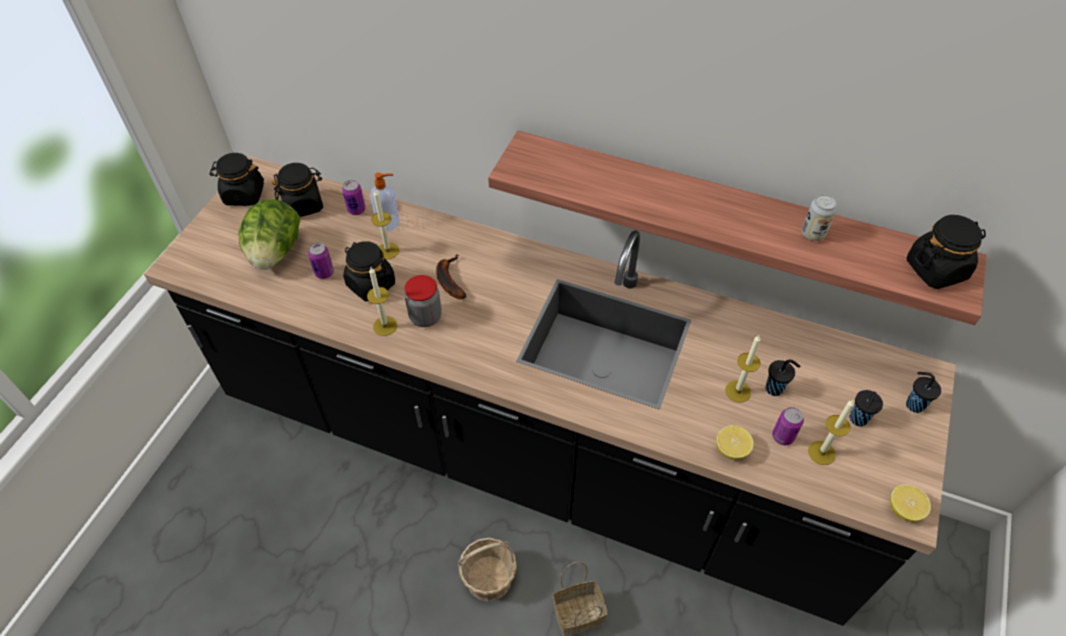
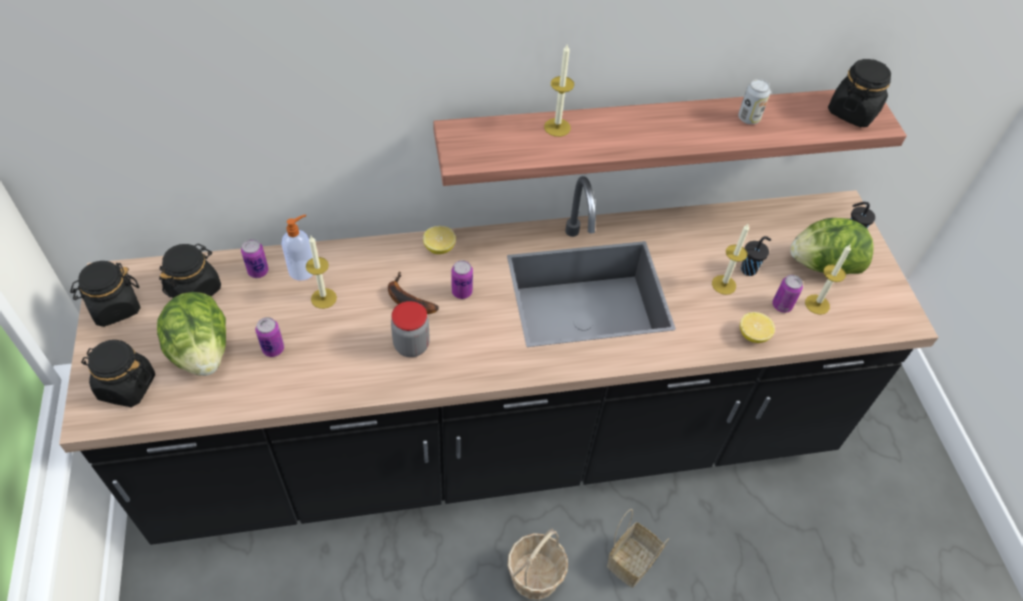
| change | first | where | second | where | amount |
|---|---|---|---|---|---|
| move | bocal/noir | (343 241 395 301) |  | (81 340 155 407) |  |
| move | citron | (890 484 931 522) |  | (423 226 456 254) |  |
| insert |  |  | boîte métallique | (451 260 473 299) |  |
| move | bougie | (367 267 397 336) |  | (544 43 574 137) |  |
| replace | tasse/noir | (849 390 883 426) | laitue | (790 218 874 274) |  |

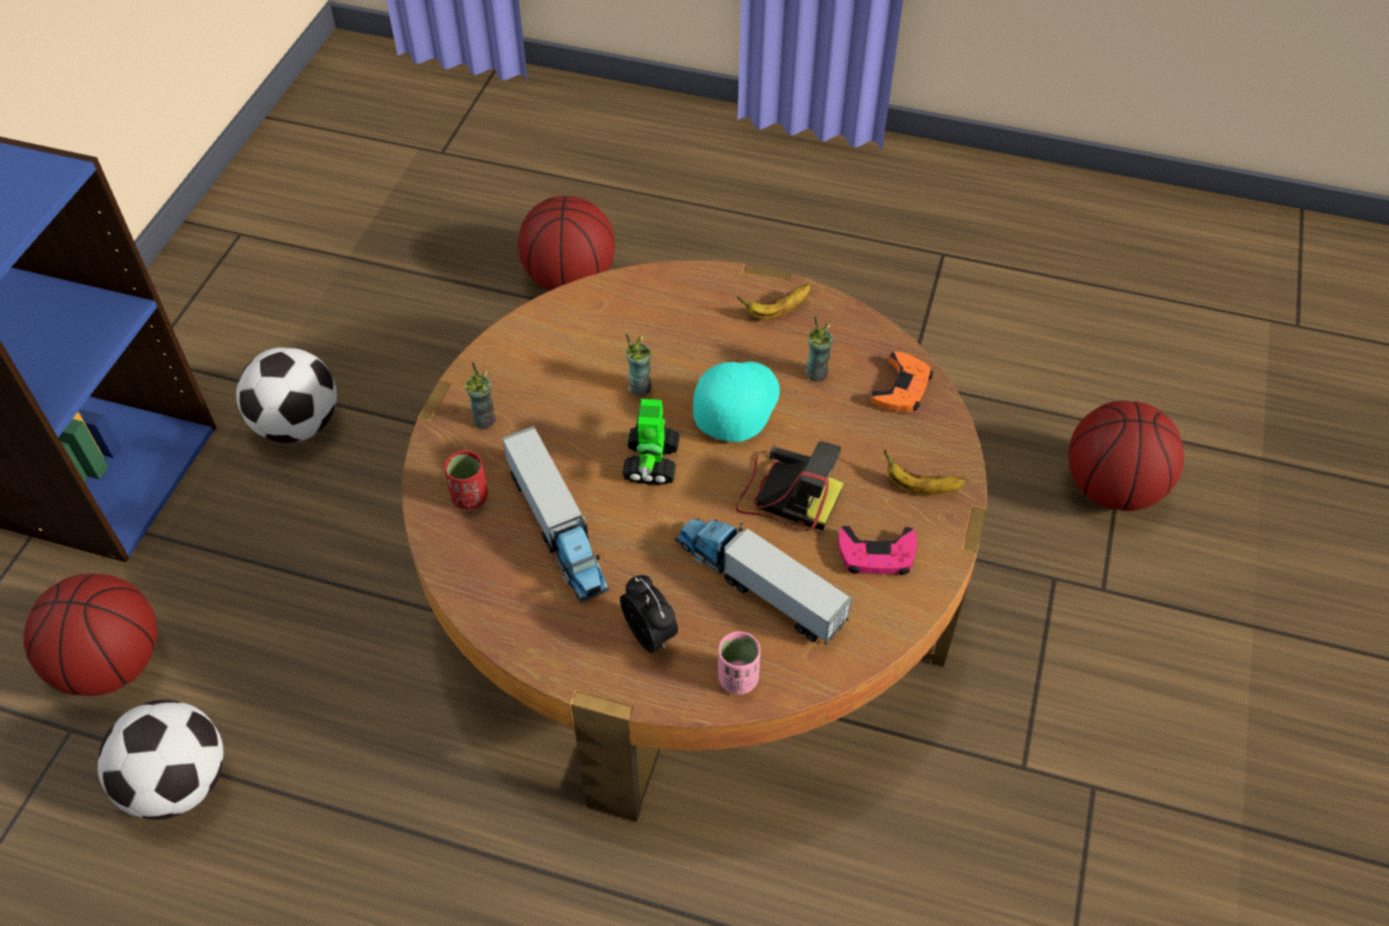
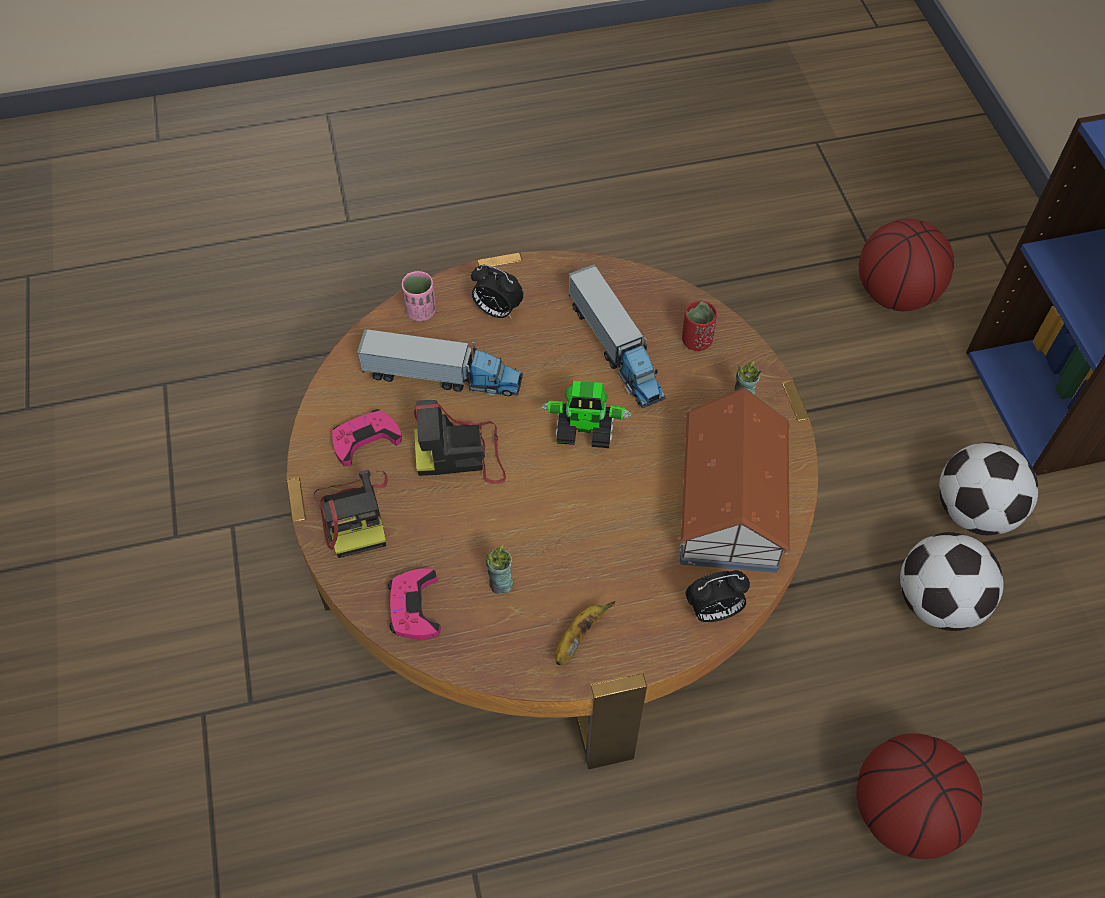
| change | first | where | second | where | amount |
|---|---|---|---|---|---|
| replace | banane | (884 450 967 494) | appareil photo | (314 470 388 558) |  |
| recolor | manette/orange | (871 352 933 412) | manette/rose | (388 568 441 639) |  |
| rotate | robot jouet | (622 399 680 485) |  | (541 381 632 448) | 120 degrees clockwise |
| rotate | camion jouet | (502 426 610 603) |  | (569 264 666 408) | 150 degrees counterclockwise |
| insert |  |  | maison miniature | (678 387 792 573) |  |
| insert |  |  | réveil | (685 570 750 622) |  |
| move | ballon de foot | (98 700 223 820) |  | (900 532 1004 631) |  |
| delete | tasse | (626 334 651 396) |  |  |  |
| delete | casquette/turquoise | (693 361 780 442) |  |  |  |
| delete | ballon de basket | (1069 401 1184 511) |  |  |  |

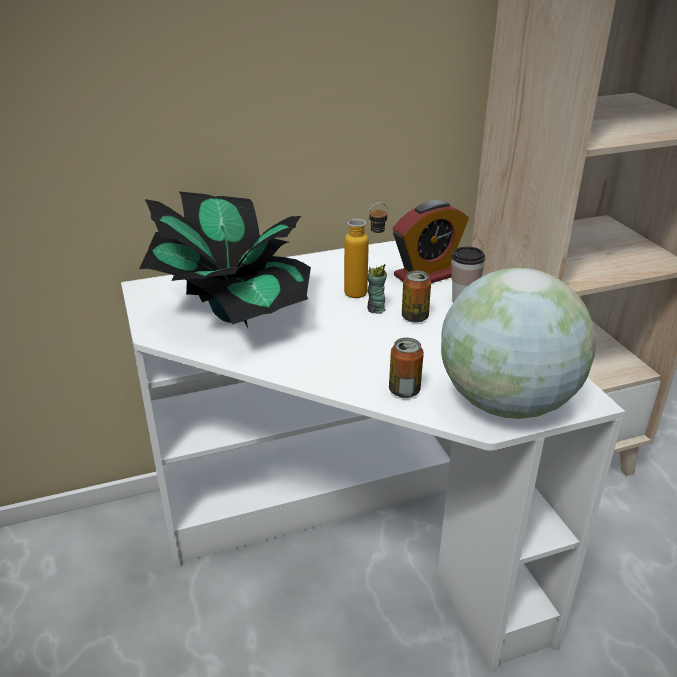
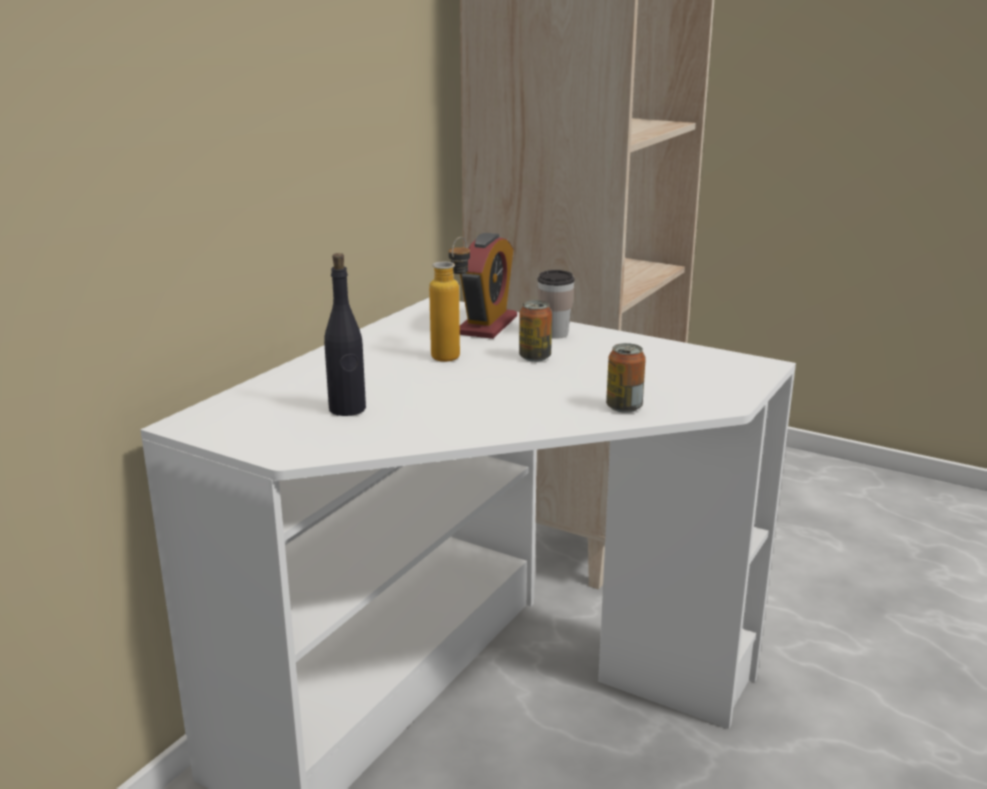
| change | first | where | second | where | amount |
|---|---|---|---|---|---|
| replace | plante en pot | (139 191 311 328) | bouteille/noir | (324 253 366 416) |  |
| delete | tasse | (367 264 387 314) |  |  |  |
| delete | globe | (441 268 596 419) |  |  |  |

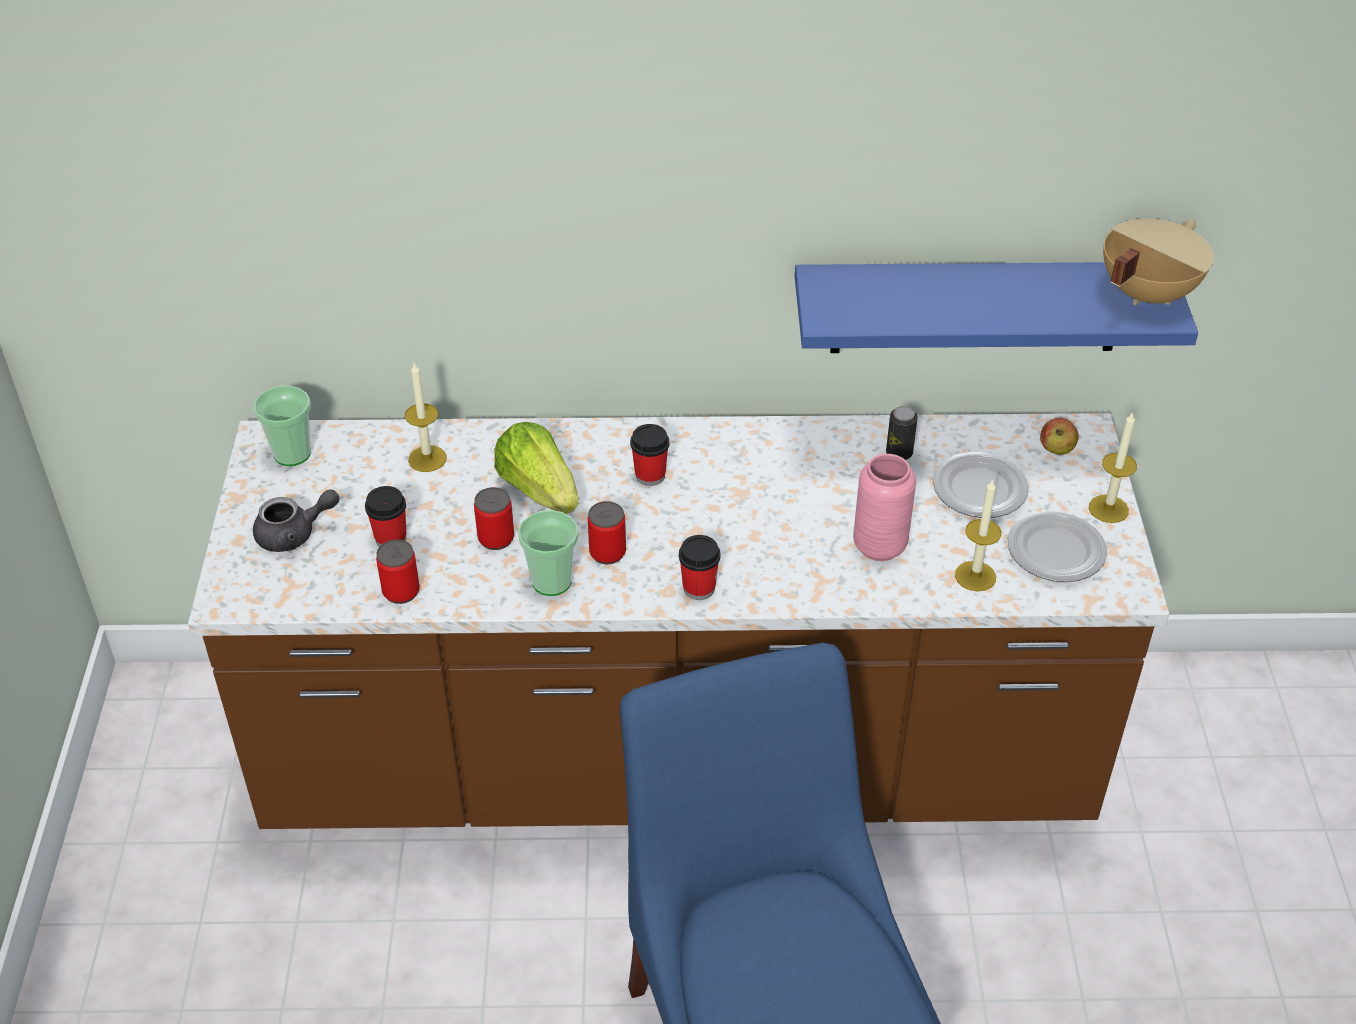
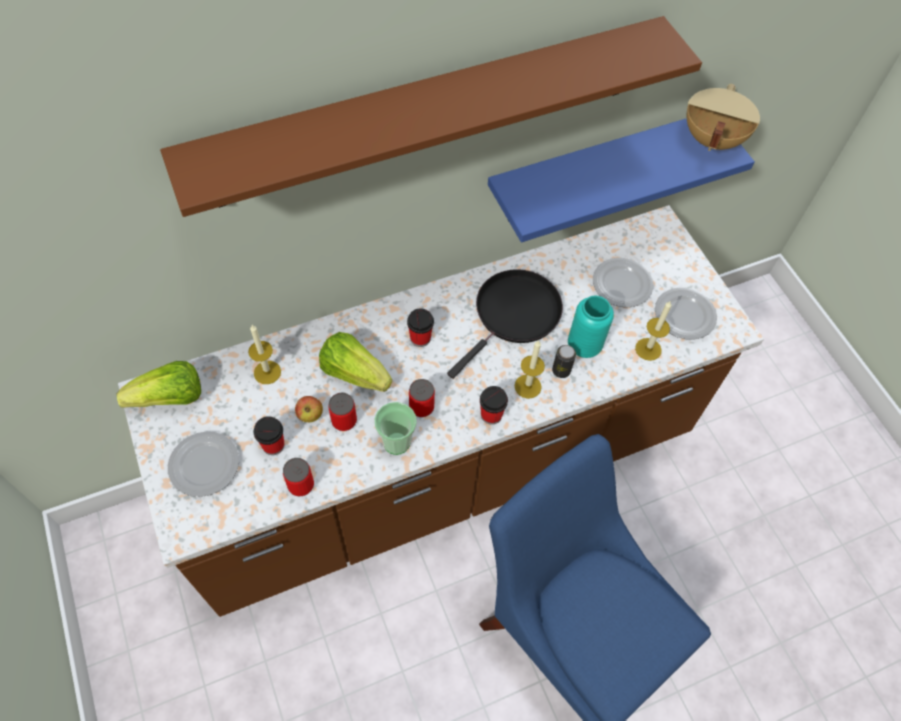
| change | first | where | second | where | amount |
|---|---|---|---|---|---|
| replace | tasse | (253 386 311 466) | laitue | (117 361 201 408) |  |
| insert |  |  | étagère/marron | (160 16 702 217) |  |
| replace | théière/gris | (253 489 340 552) | assiette | (168 431 239 497) |  |
| move | pomme | (1040 418 1079 455) |  | (295 396 323 422) |  |
| insert |  |  | poêle/noir | (447 269 563 379) |  |
| move | bougie | (1089 412 1137 523) |  | (515 340 545 399) |  |
| move | boîte métallique | (886 406 918 460) |  | (552 345 576 378) |  |
| recolor | vase/rose | (853 454 916 561) | vase/turquoise | (568 296 614 358) |  |

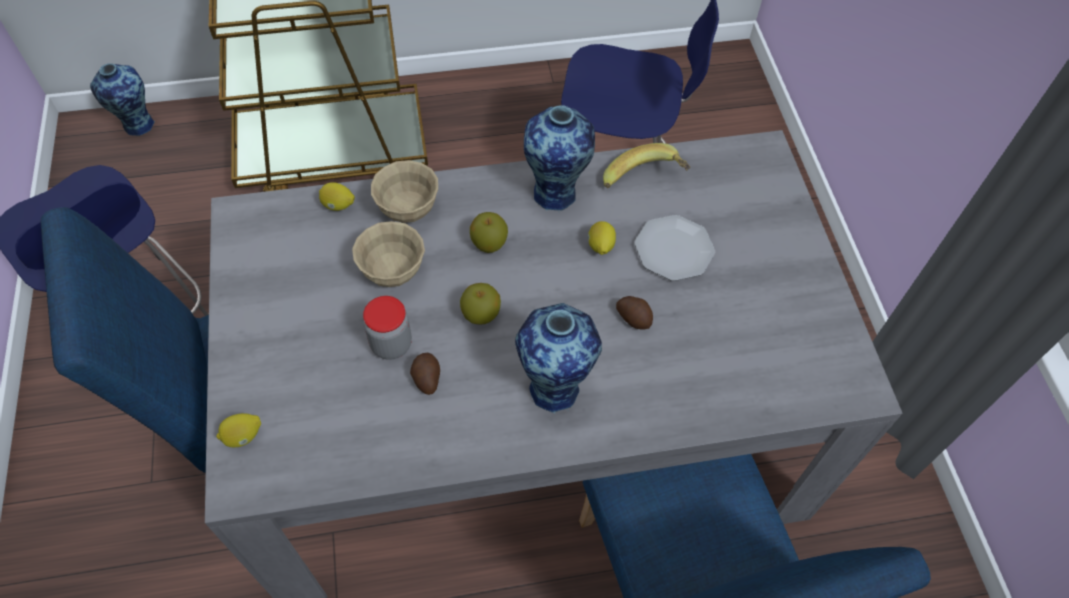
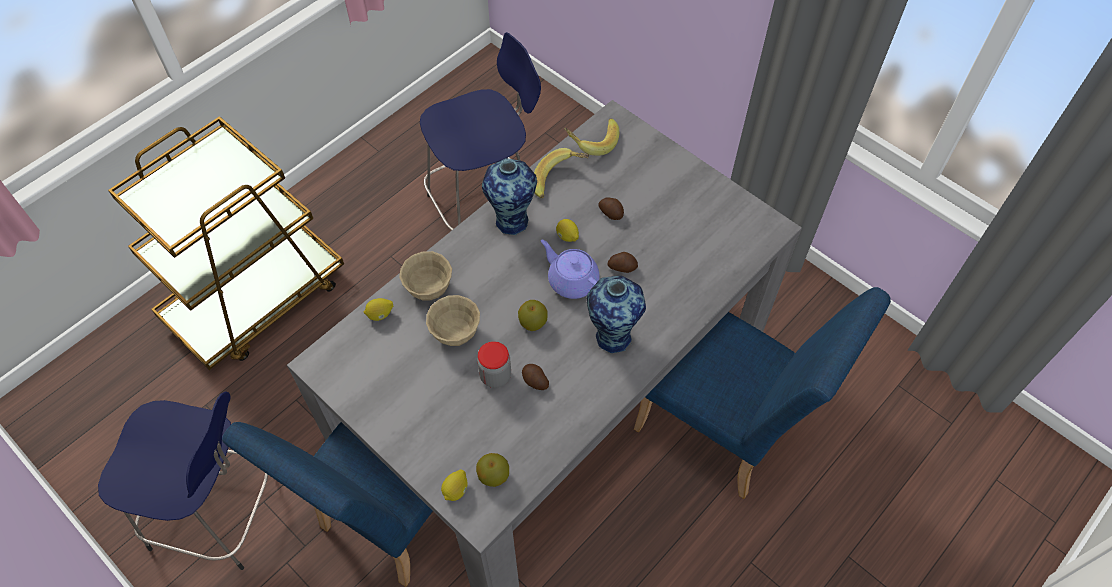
| change | first | where | second | where | amount |
|---|---|---|---|---|---|
| move | pomme | (470 212 508 253) |  | (476 453 509 487) |  |
| insert |  |  | théière/violet | (541 240 599 299) |  |
| insert |  |  | banane | (564 118 619 156) |  |
| replace | assiette | (634 215 715 281) | pomme de terre | (599 197 624 220) |  |
| delete | vase | (90 63 155 136) |  |  |  |

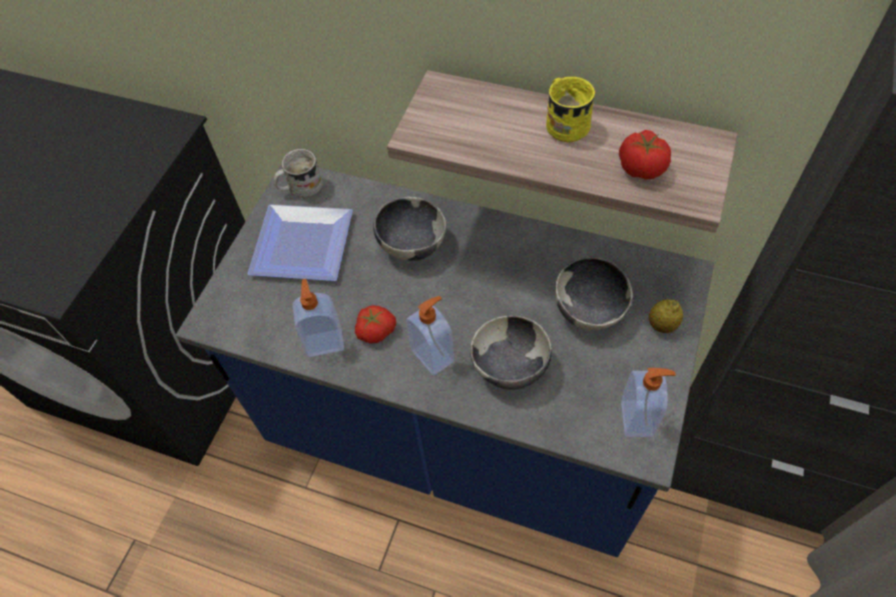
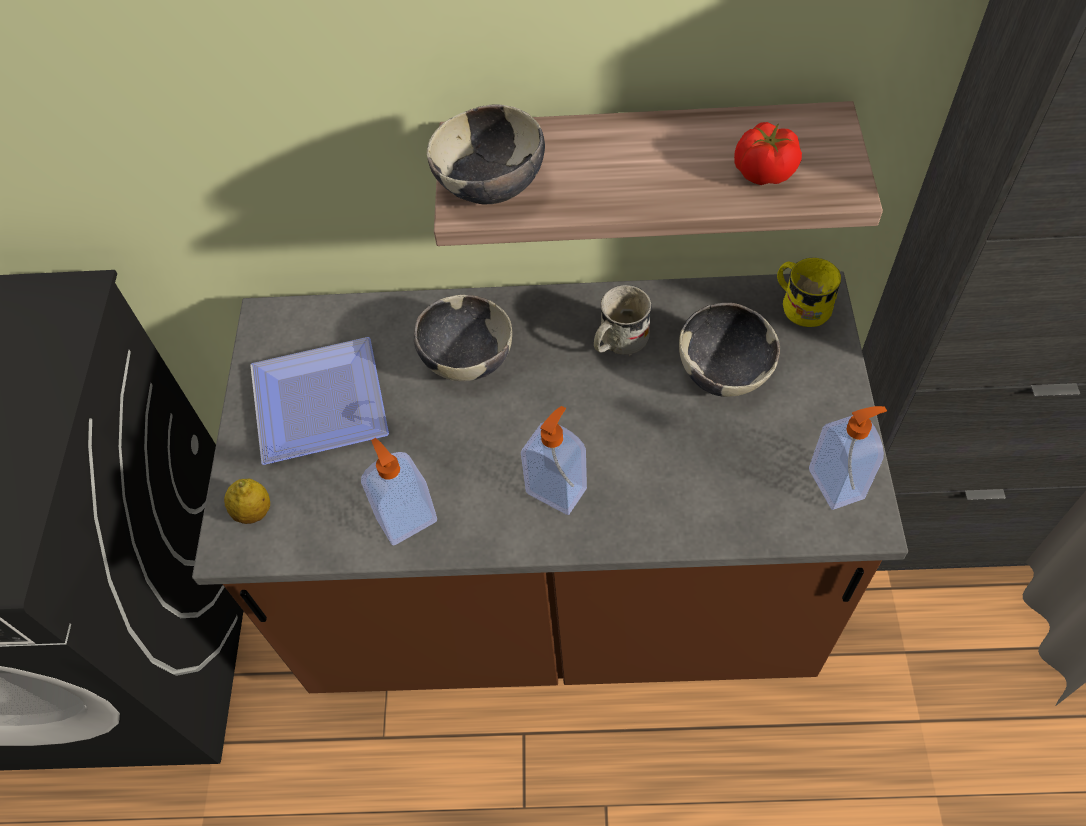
| change | first | where | second | where | amount |
|---|---|---|---|---|---|
| recolor | comptoir de cuisine/bleu | (176 165 714 557) | comptoir de cuisine/marron | (192 271 908 693) |  |
| move | citron | (649 299 683 333) |  | (224 479 270 524) |  |
| move | bol | (470 315 552 390) |  | (427 105 545 205) |  |
| move | mug/blanc | (274 149 323 199) |  | (594 285 652 356) |  |
| move | mug/jaune | (546 76 595 142) |  | (777 258 841 327) |  |
| delete | tomate | (355 305 396 344) |  |  |  |

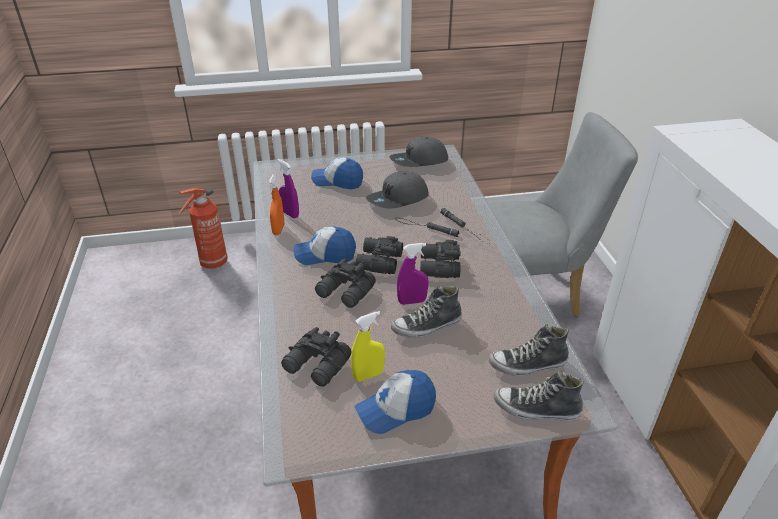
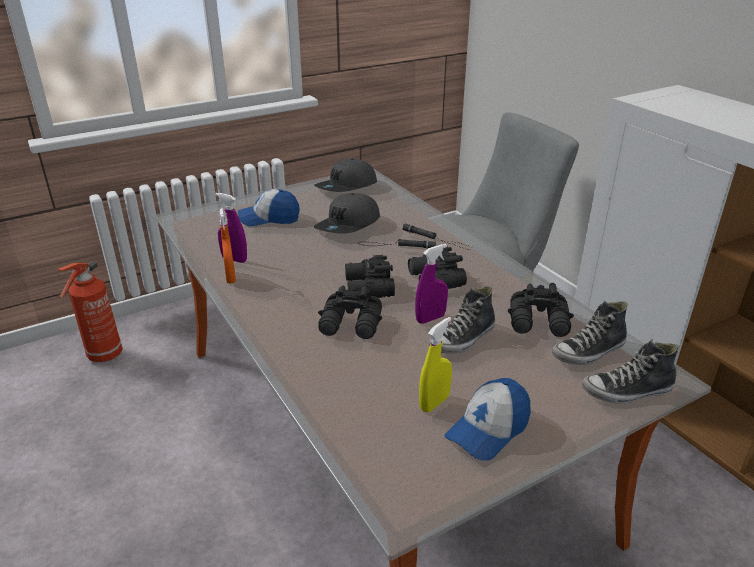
| change | first | where | second | where | amount |
|---|---|---|---|---|---|
| move | jumelles/noir | (281 327 352 386) |  | (508 283 574 337) |  |
| delete | casquette | (294 227 356 265) |  |  |  |

